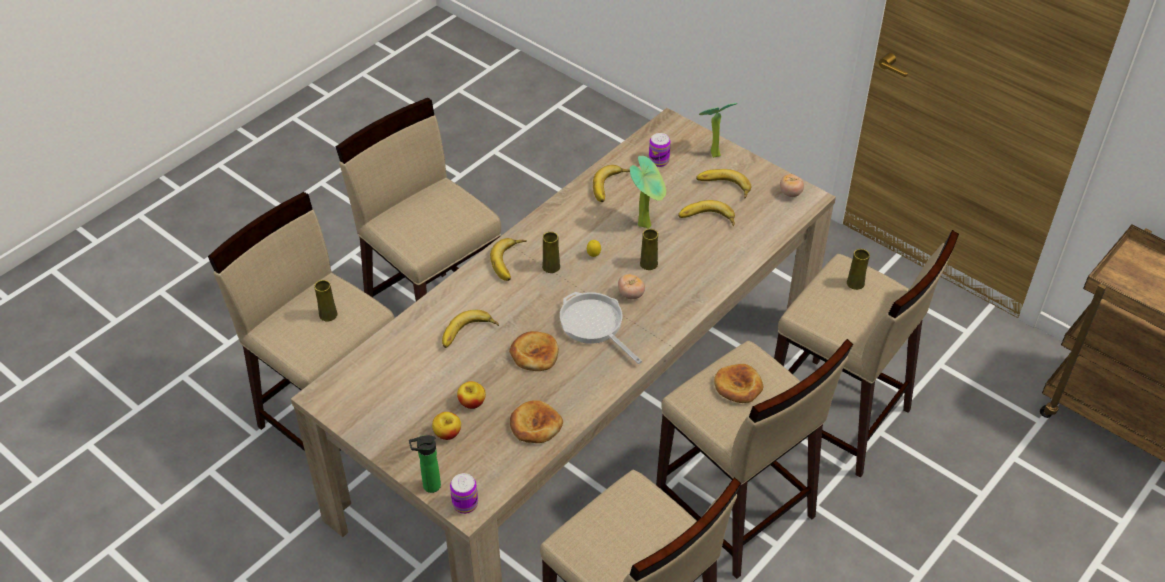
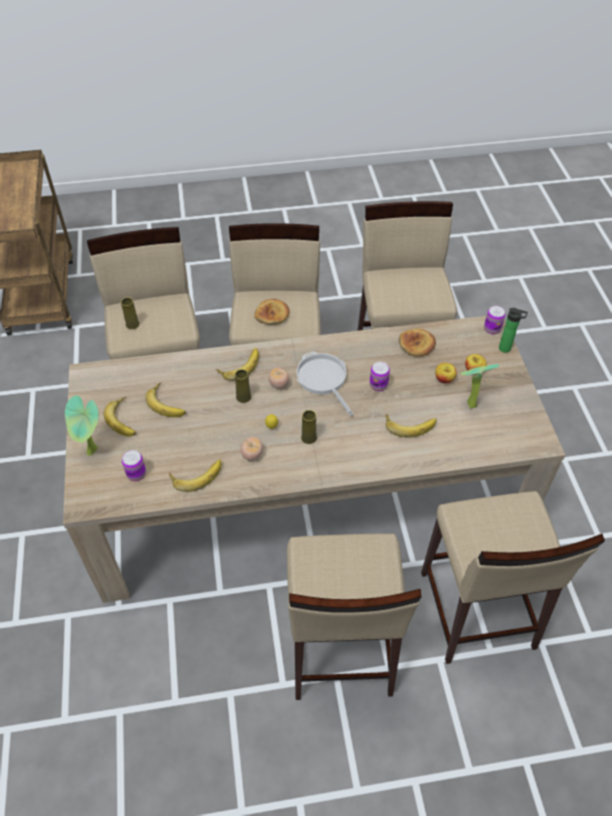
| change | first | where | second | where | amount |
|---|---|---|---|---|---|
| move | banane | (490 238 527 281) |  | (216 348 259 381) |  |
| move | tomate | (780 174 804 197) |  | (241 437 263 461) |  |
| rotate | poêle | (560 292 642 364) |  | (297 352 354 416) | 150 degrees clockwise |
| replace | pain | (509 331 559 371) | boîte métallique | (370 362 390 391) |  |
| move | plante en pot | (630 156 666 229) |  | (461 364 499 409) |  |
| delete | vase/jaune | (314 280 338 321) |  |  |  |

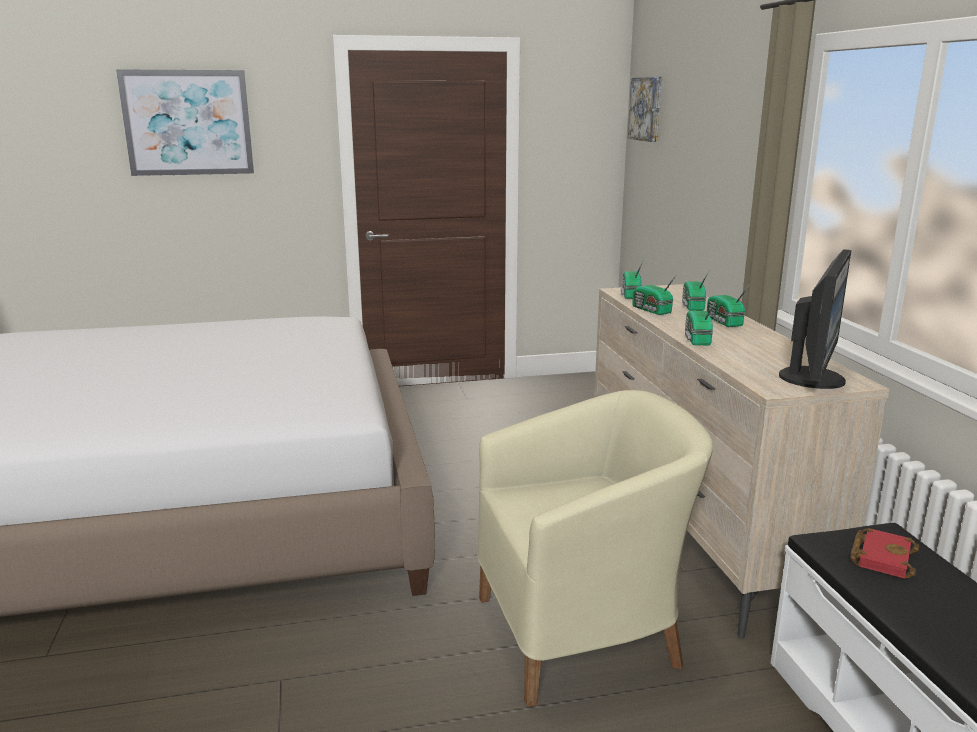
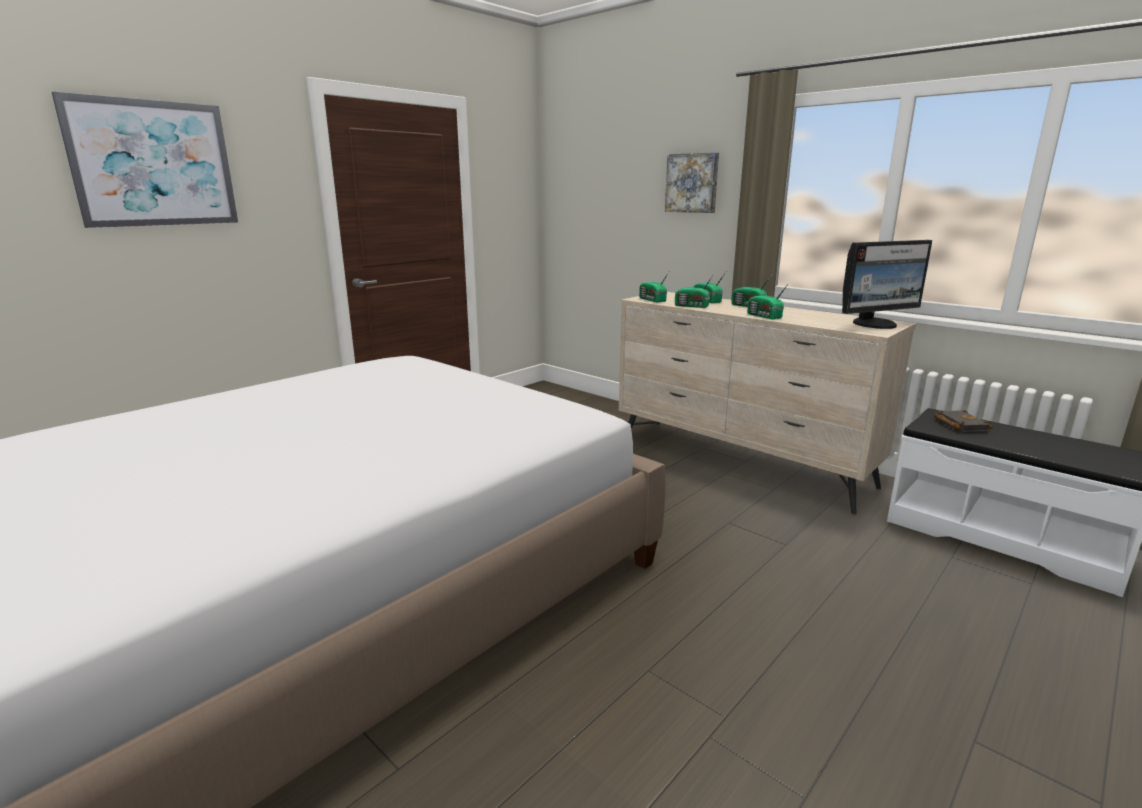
| change | first | where | second | where | amount |
|---|---|---|---|---|---|
| move | tableau | (628 77 662 142) |  | (665 152 719 213) |  |
| rotate | écran d'ordinateur | (779 249 851 389) |  | (842 240 932 329) | 75 degrees clockwise |
| recolor | livre/rouge | (850 528 919 579) | livre/noir | (934 410 993 432) |  |
| delete | fauteuil/beige | (477 390 713 707) |  |  |  |

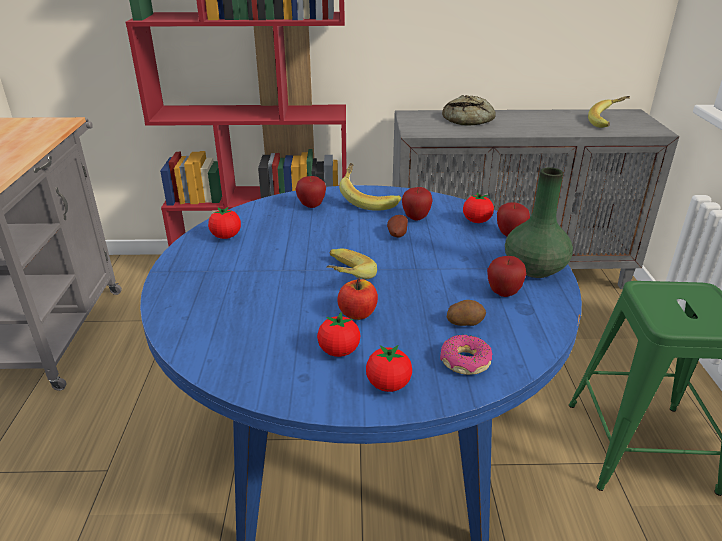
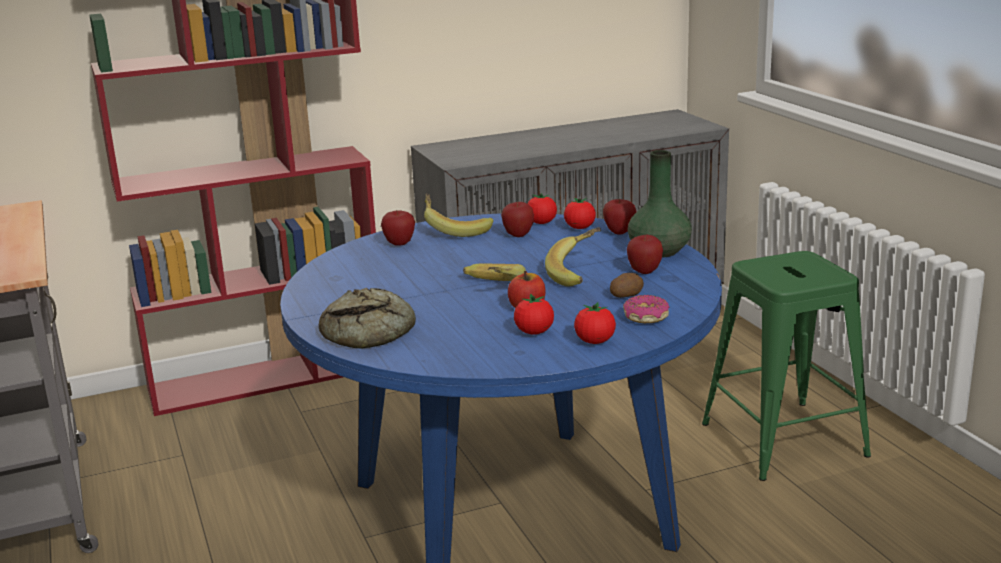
| change | first | where | second | where | amount |
|---|---|---|---|---|---|
| move | pain | (442 95 496 125) |  | (318 288 416 349) |  |
| move | tomate | (208 206 241 239) |  | (527 193 557 224) |  |
| move | banane | (588 96 630 128) |  | (545 227 601 286) |  |
| delete | pomme de terre | (387 215 408 238) |  |  |  |

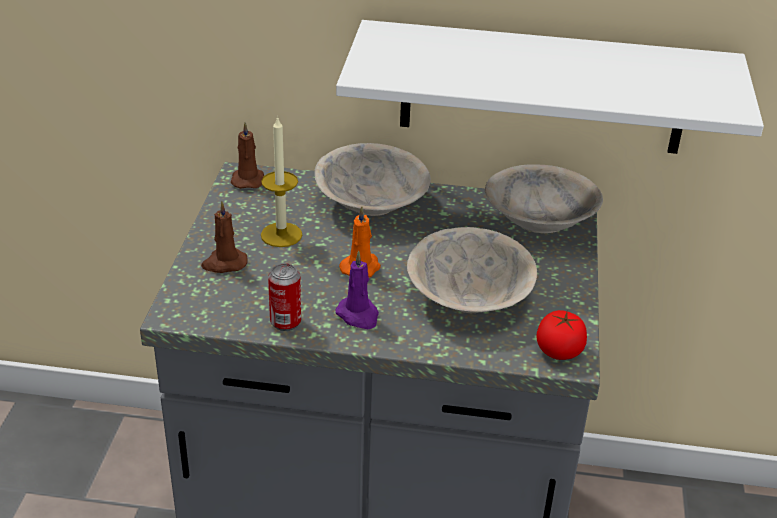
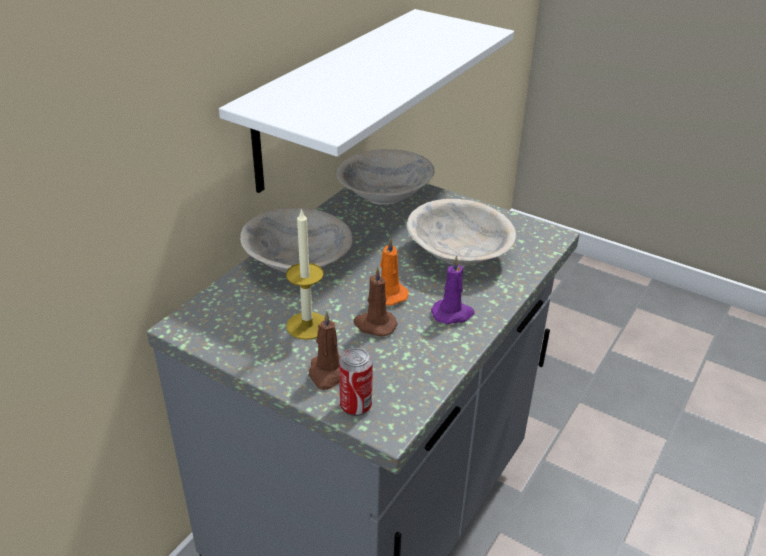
| change | first | where | second | where | amount |
|---|---|---|---|---|---|
| move | boîte métallique | (268 263 301 331) |  | (339 348 373 416) |  |
| move | bougie/marron | (231 122 264 189) |  | (354 266 398 337) |  |
| delete | tomate | (537 310 587 360) |  |  |  |

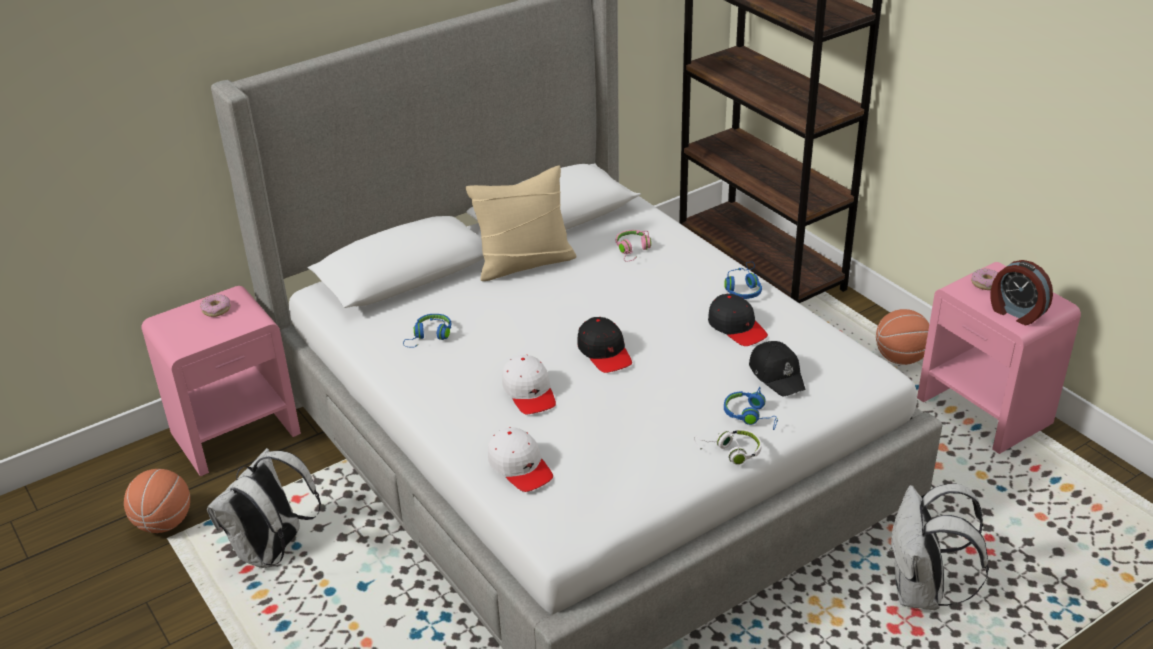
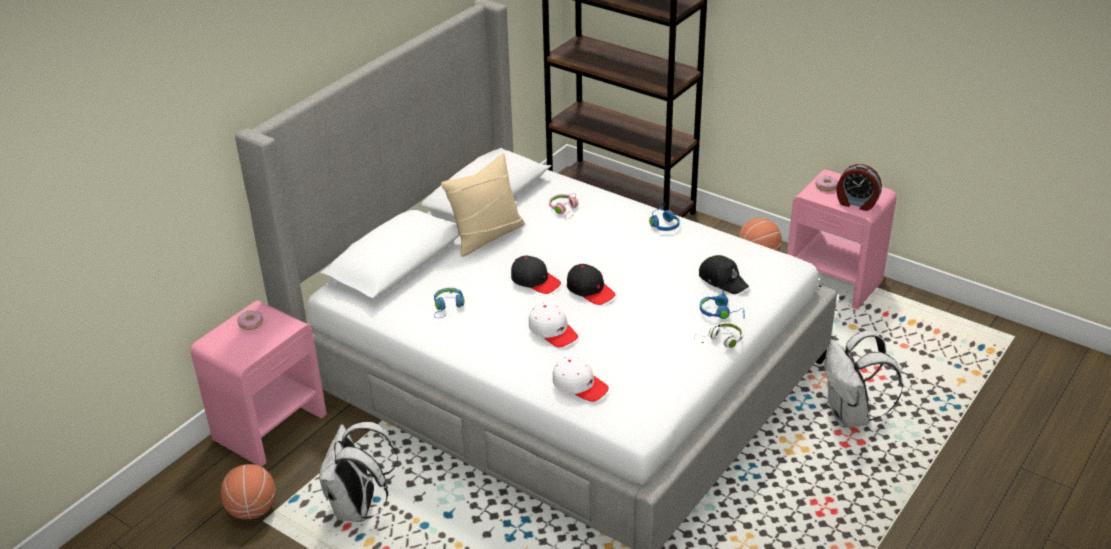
| change | first | where | second | where | amount |
|---|---|---|---|---|---|
| move | casquette/noir | (708 294 768 346) |  | (511 256 561 294) |  |

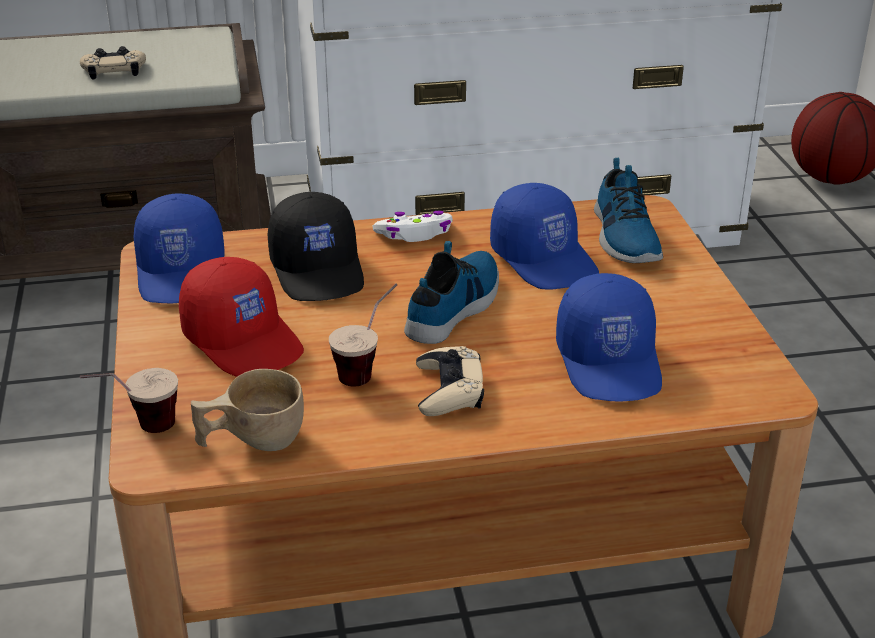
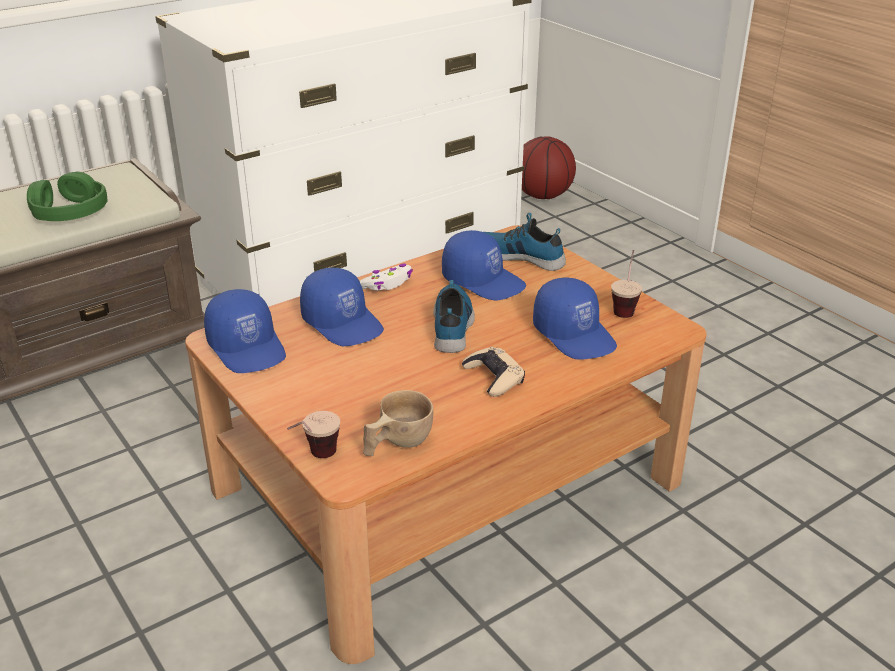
| change | first | where | second | where | amount |
|---|---|---|---|---|---|
| replace | manette/beige | (80 46 146 80) | casque audio/vert | (27 171 108 221) |  |
| recolor | casquette/noir | (268 192 364 301) | casquette/bleu | (300 268 384 346) |  |
| rotate | chaussure | (594 158 663 263) |  | (484 213 566 271) | 150 degrees clockwise |
| move | tasse | (329 283 397 386) |  | (611 250 642 318) |  |
| delete | casquette/rouge | (179 257 304 377) |  |  |  |

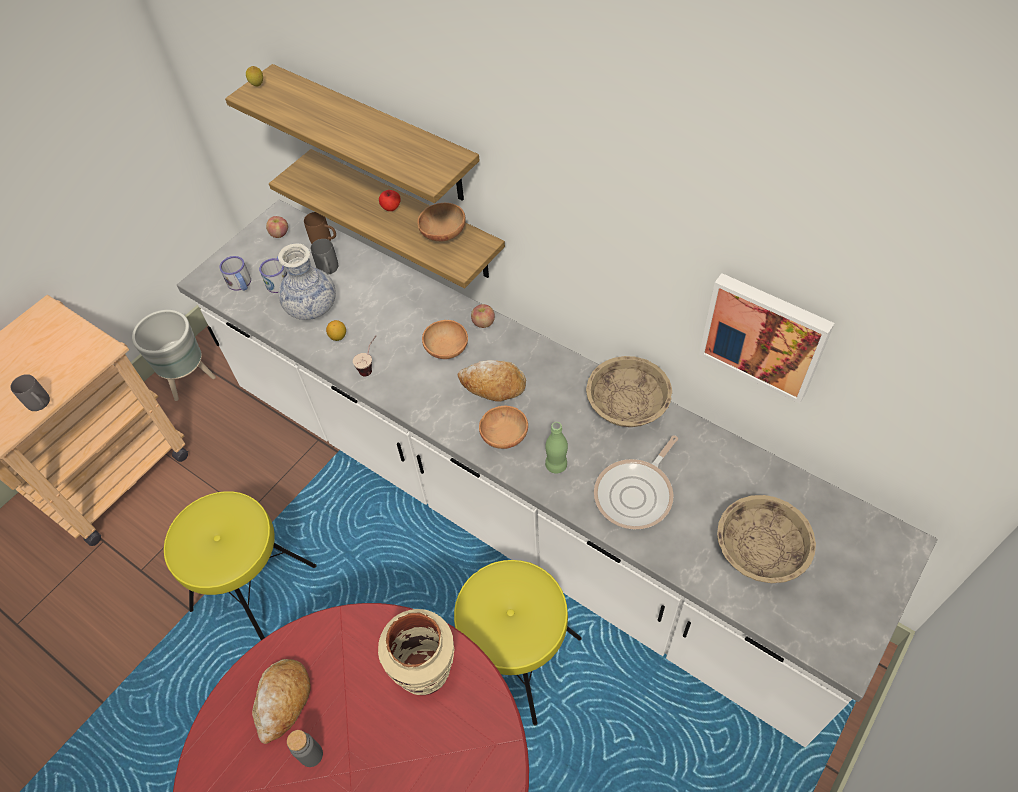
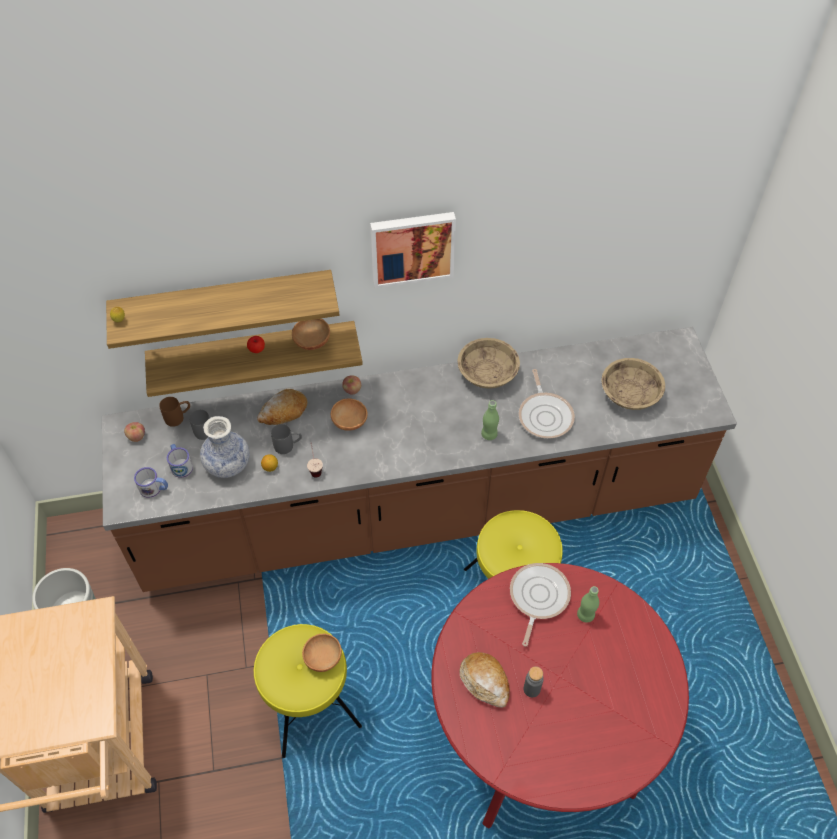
| change | first | where | second | where | amount |
|---|---|---|---|---|---|
| recolor | comptoir de cuisine/blanc | (177 200 937 747) | comptoir de cuisine/marron | (102 327 737 592) |  |
| move | pain | (457 360 526 402) |  | (257 389 308 425) |  |
| move | mug/gris | (10 374 50 411) |  | (271 424 302 454) |  |
| move | bol/marron | (479 406 528 449) |  | (302 633 342 672) |  |
| move | tableau | (699 273 835 404) |  | (370 212 456 288) |  |
| replace | vase/beige | (378 609 454 695) | poêle | (510 563 571 647) |  |
| insert |  |  | bouteille/vert | (577 586 599 622) |  |

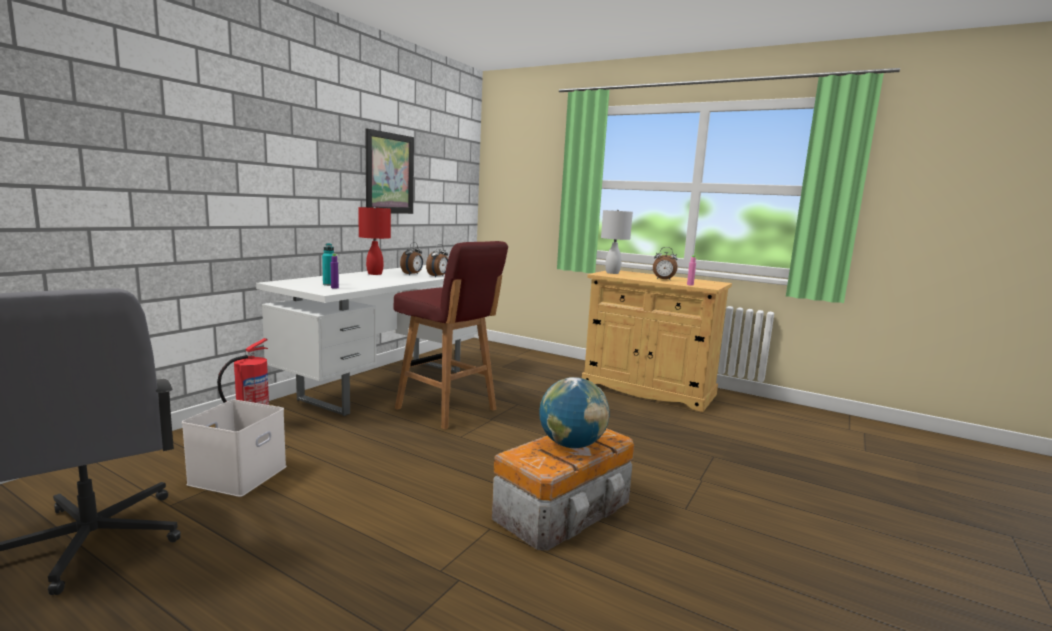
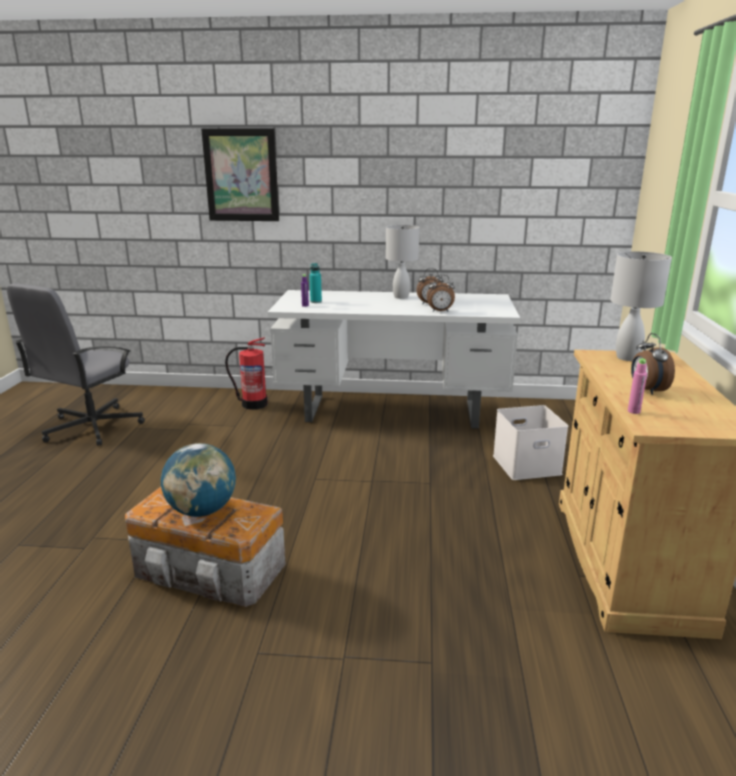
| change | first | where | second | where | amount |
|---|---|---|---|---|---|
| move | tableau | (365 128 414 214) |  | (201 128 279 221) |  |
| recolor | lampe de table/rouge | (358 207 391 275) | lampe de table/blanc | (386 225 419 299) |  |
| move | boîte de rangement/blanc | (182 400 286 497) |  | (493 405 568 480) |  |
| delete | tabouret/rouge | (393 241 508 430) |  |  |  |

